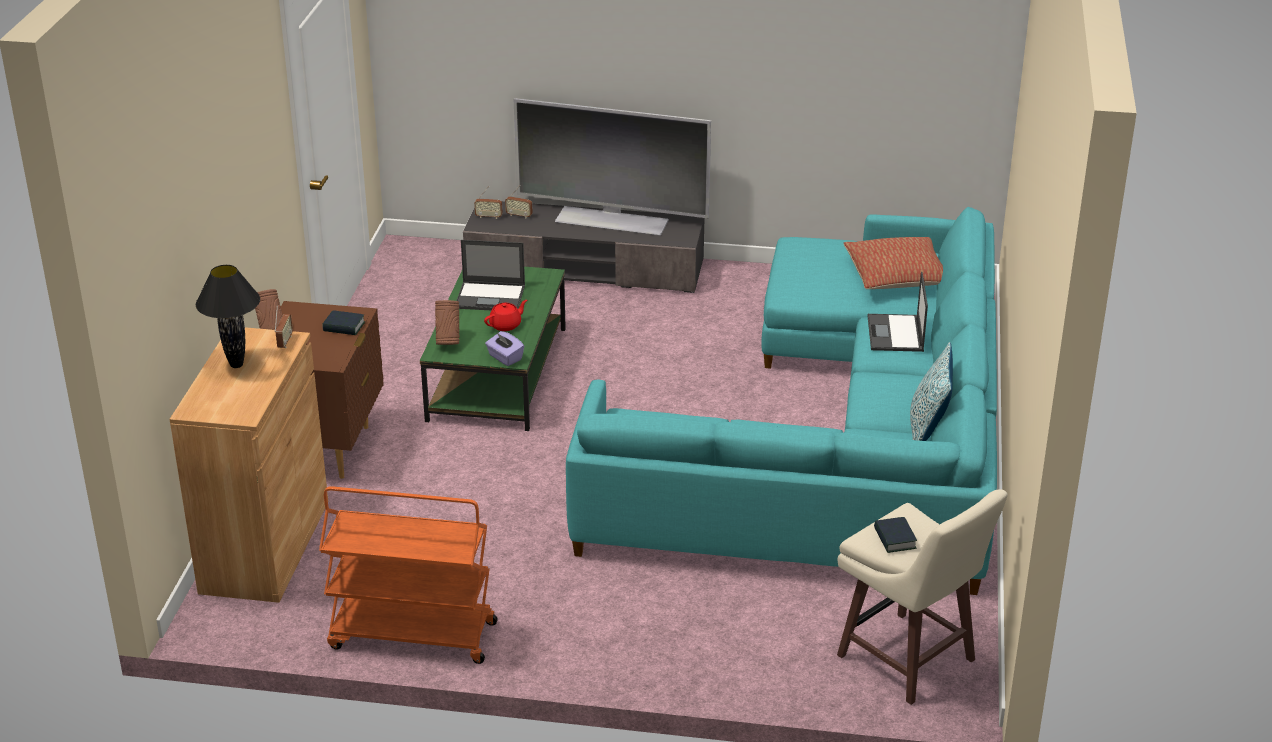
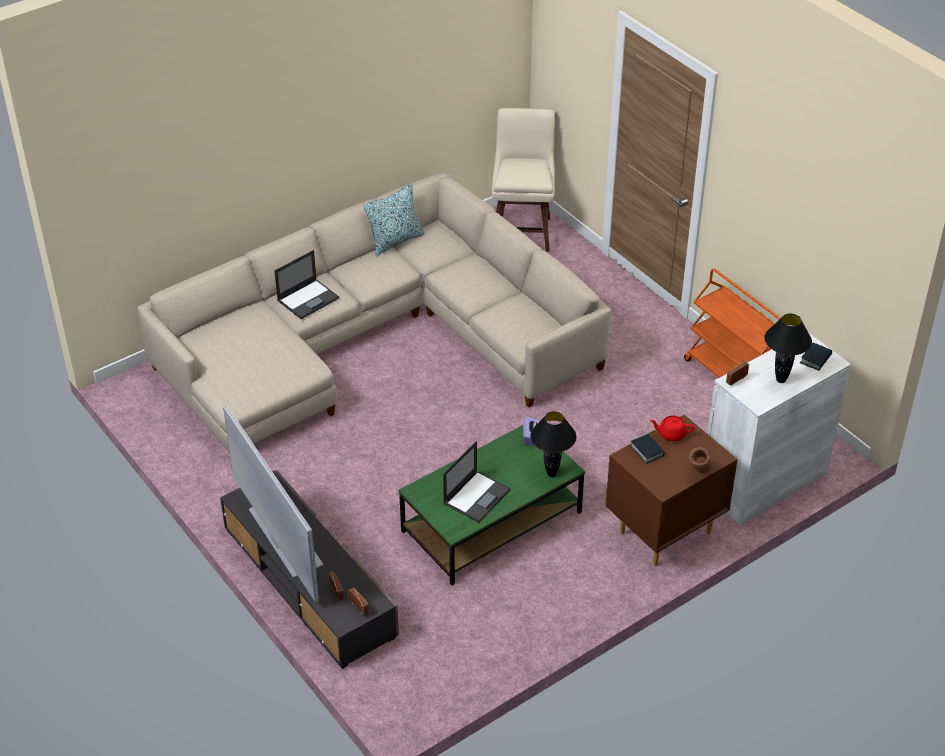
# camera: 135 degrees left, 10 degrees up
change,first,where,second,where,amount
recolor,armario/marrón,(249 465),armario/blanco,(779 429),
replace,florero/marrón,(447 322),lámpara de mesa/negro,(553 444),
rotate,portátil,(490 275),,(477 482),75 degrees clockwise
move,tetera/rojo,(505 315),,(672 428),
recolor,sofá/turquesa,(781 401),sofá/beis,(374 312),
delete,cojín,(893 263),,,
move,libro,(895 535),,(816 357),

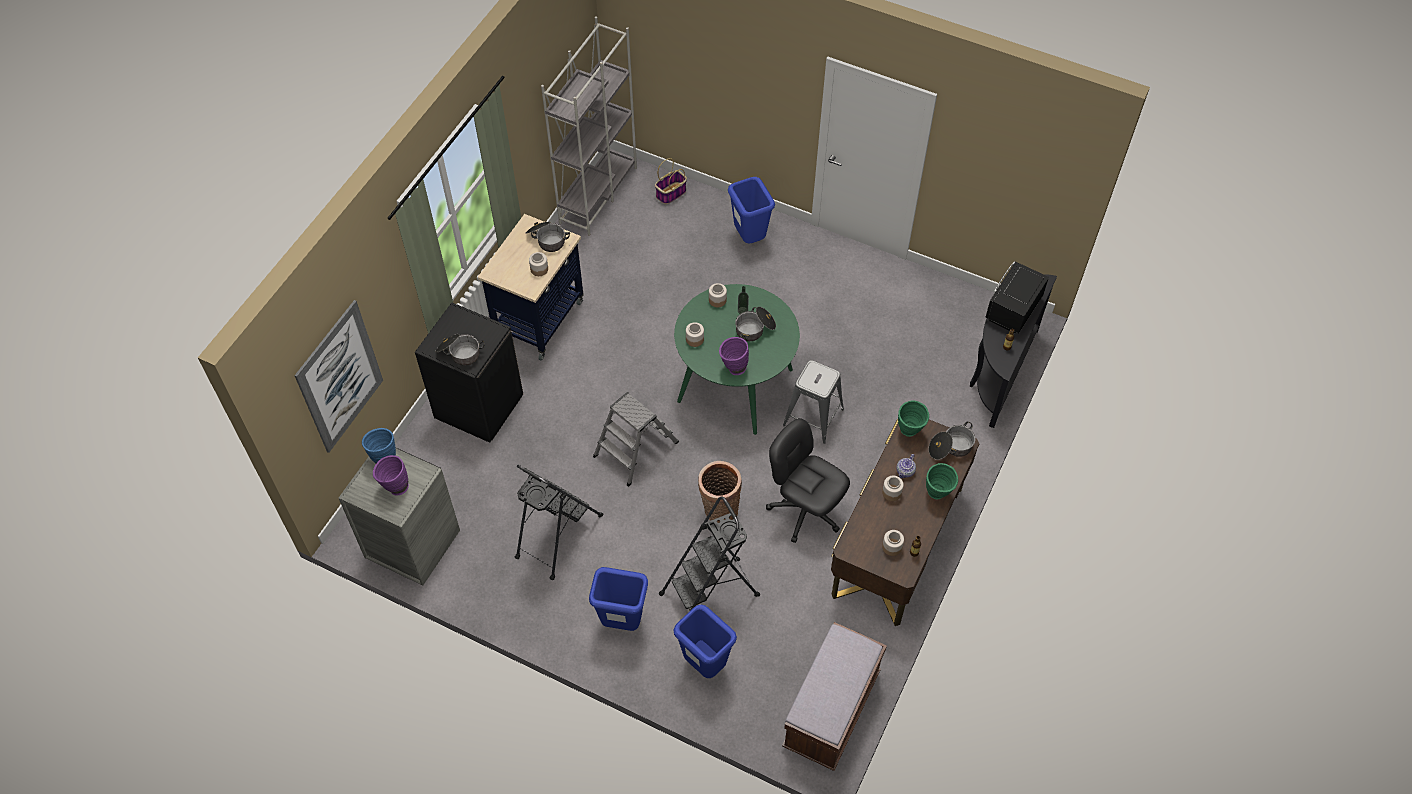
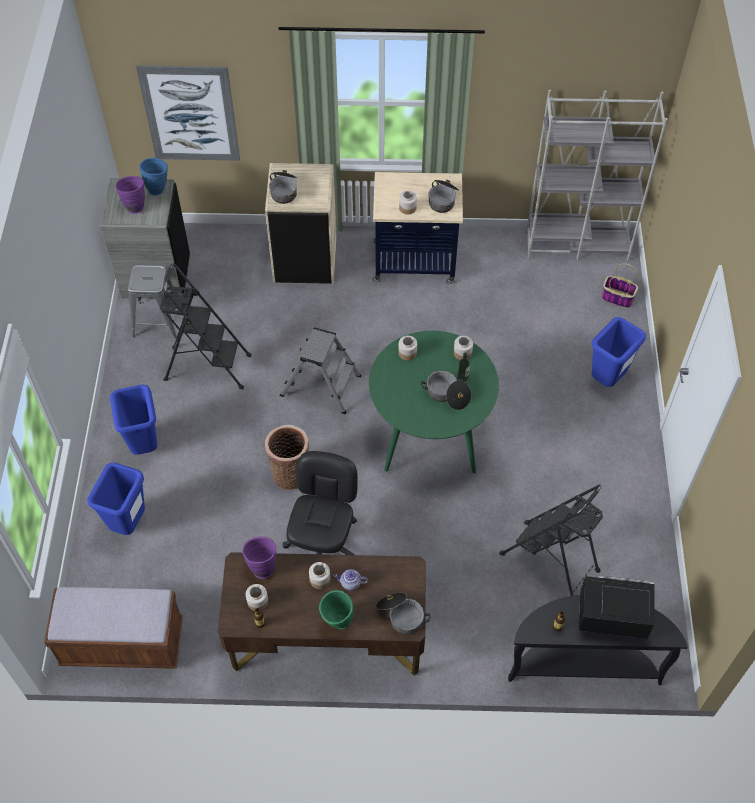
# camera: 65 degrees right, 0 degrees up
change,first,where,second,where,amount
recolor,armario/negro,(469 373),armario/beis,(301 223),
move,escalera de tijera,(709 554),,(551 540),
move,florero/morado,(734 356),,(259 558),
move,taburete/gris,(813 402),,(152 301),
delete,florero/verde,(913 419),,,

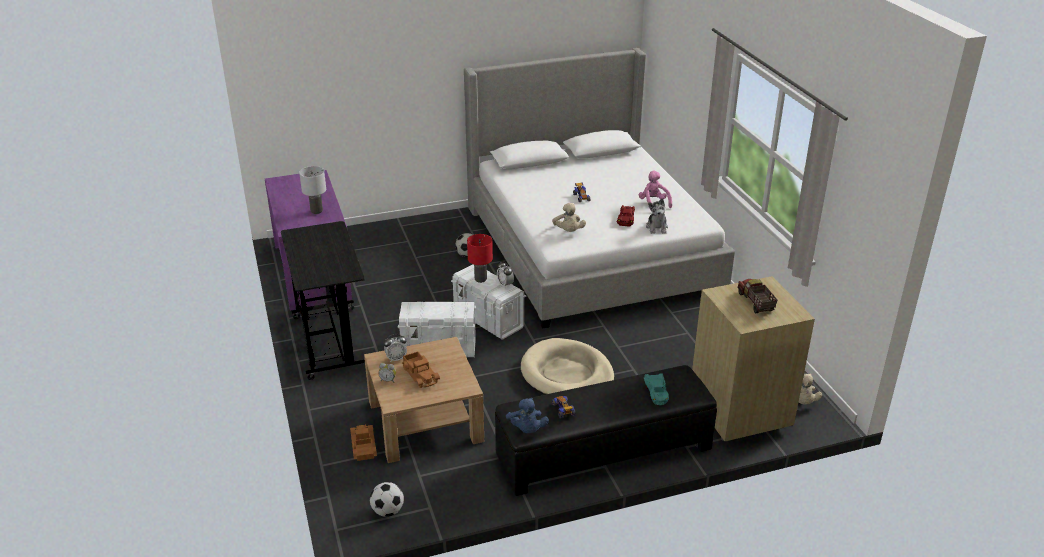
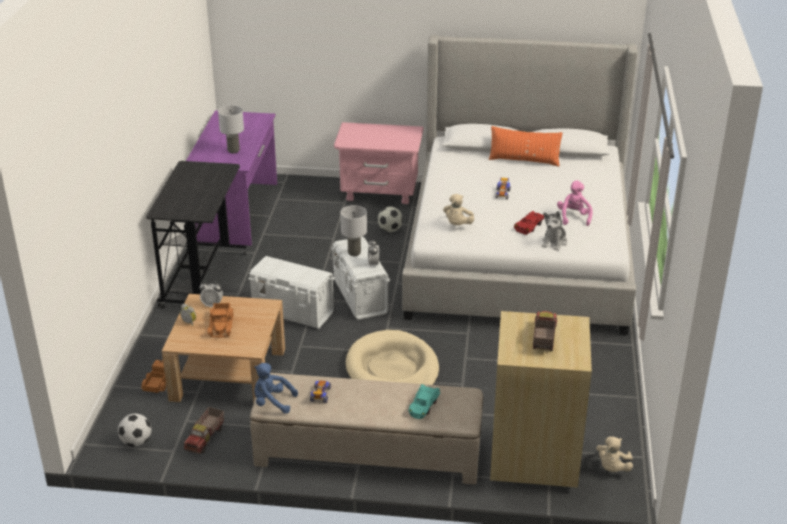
# camera: 25 degrees right, 0 degrees up
change,first,where,second,where,amount
recolor,lámpara de mesa/rojo,(480 258),lámpara de mesa/blanco,(353 230),
recolor,banco/negro,(606 430),banco/beis,(366 429),
rotate,peluche/azul,(527 415),,(276 388),90 degrees clockwise
insert,,,camión de juguete,(204 430),
insert,,,mesita de noche/rosa,(378 163),
insert,,,cojín/naranja,(525 146),

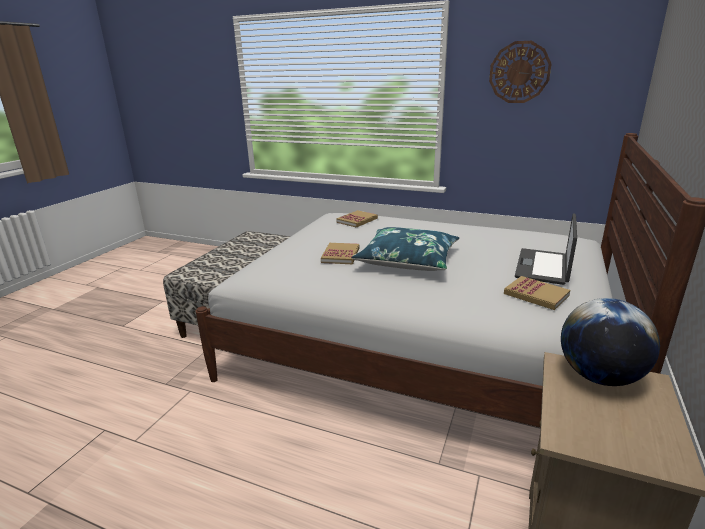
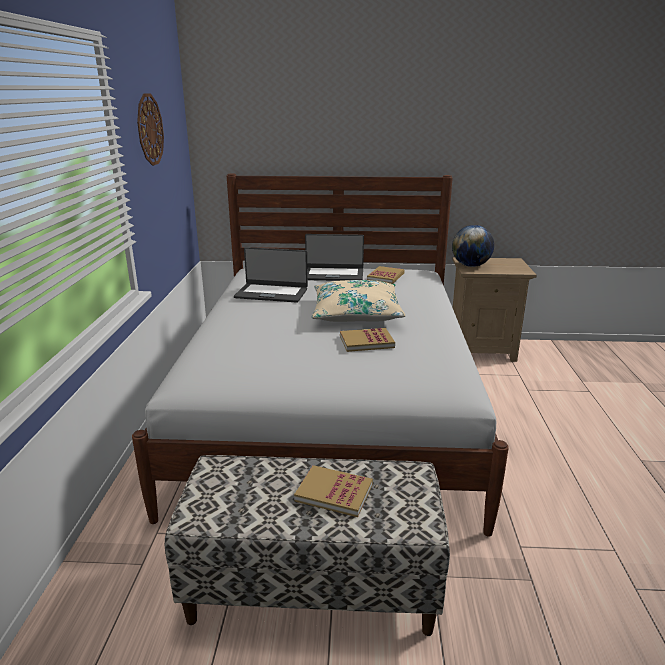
# camera: 110 degrees left, 0 degrees up
change,first,where,second,where,amount
move,libro,(357 219),,(333 491),
recolor,cojín/azul,(405 249),cojín/beis,(358 301),
insert,,,portátil,(271 274),

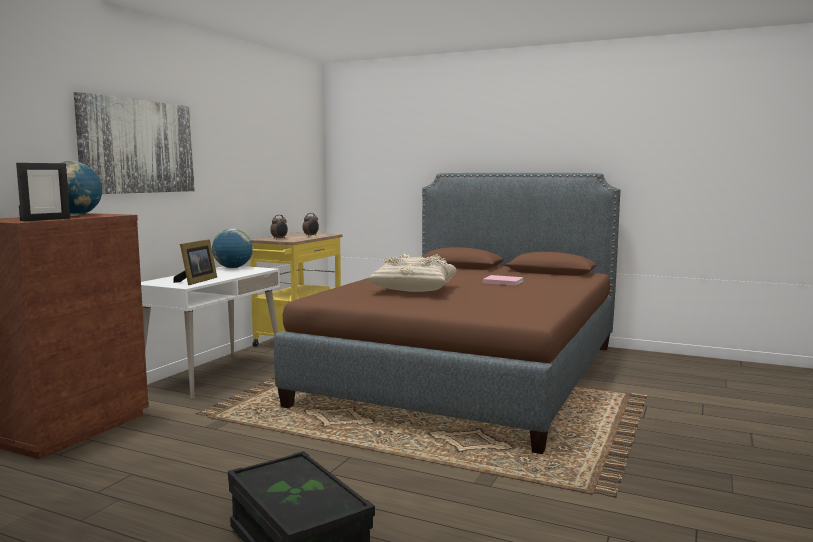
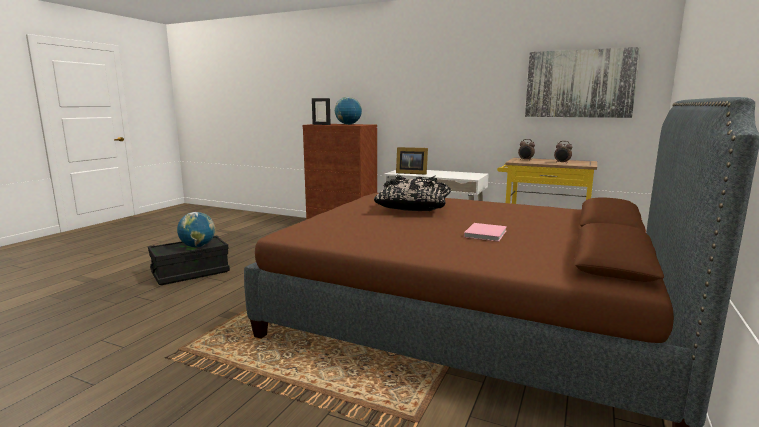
# camera: 90 degrees right, 5 degrees up
change,first,where,second,where,amount
move,cuadro,(134 143),,(583 82),
move,globo terráqueo,(232 248),,(196 229),
recolor,cojín/beis,(413 272),cojín/negro,(412 193),

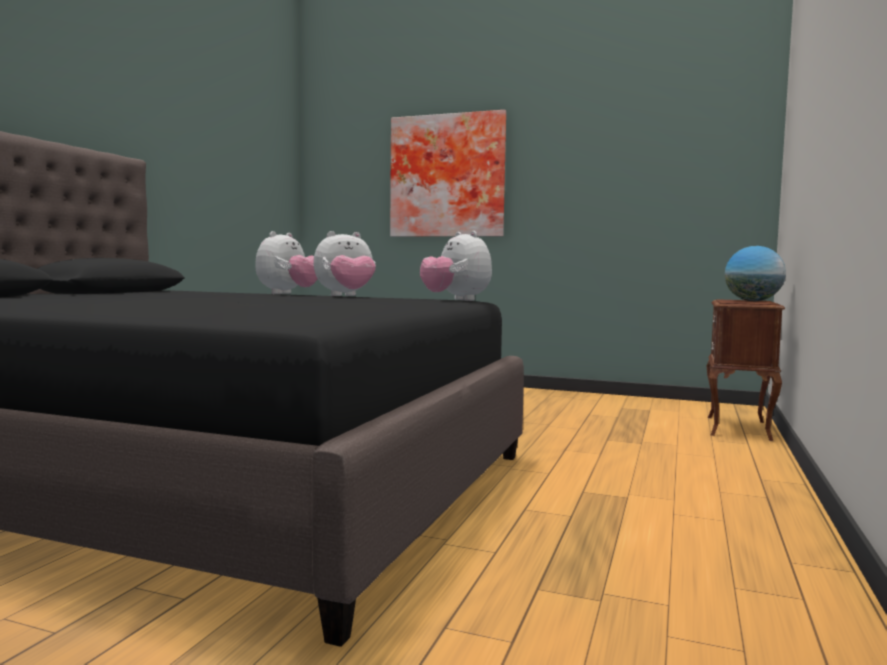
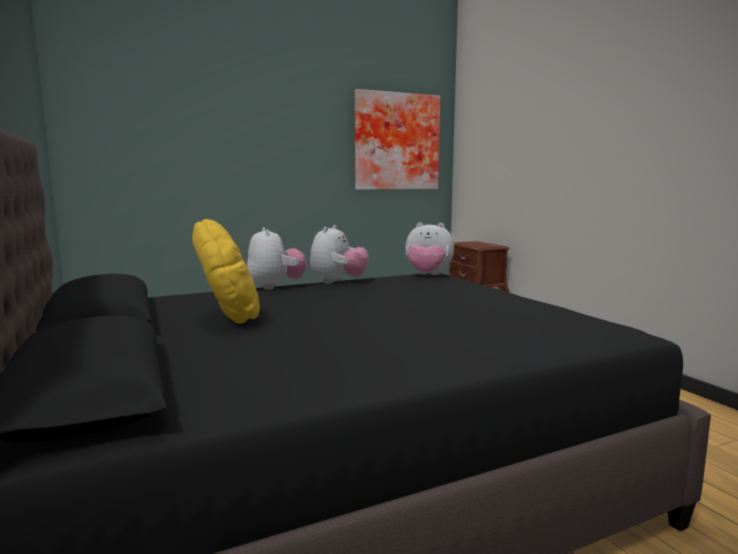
# camera: 45 degrees left, 5 degrees up
change,first,where,second,where,amount
move,cuadro,(448 173),,(397 139),
delete,globo terráqueo,(755 273),,,
insert,,,cojín/amarillo,(226 271),

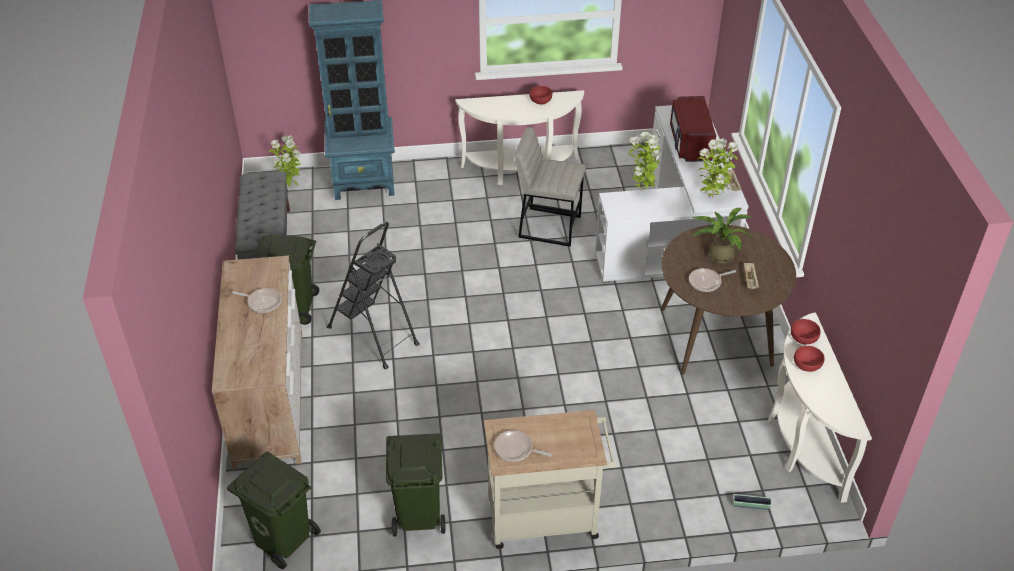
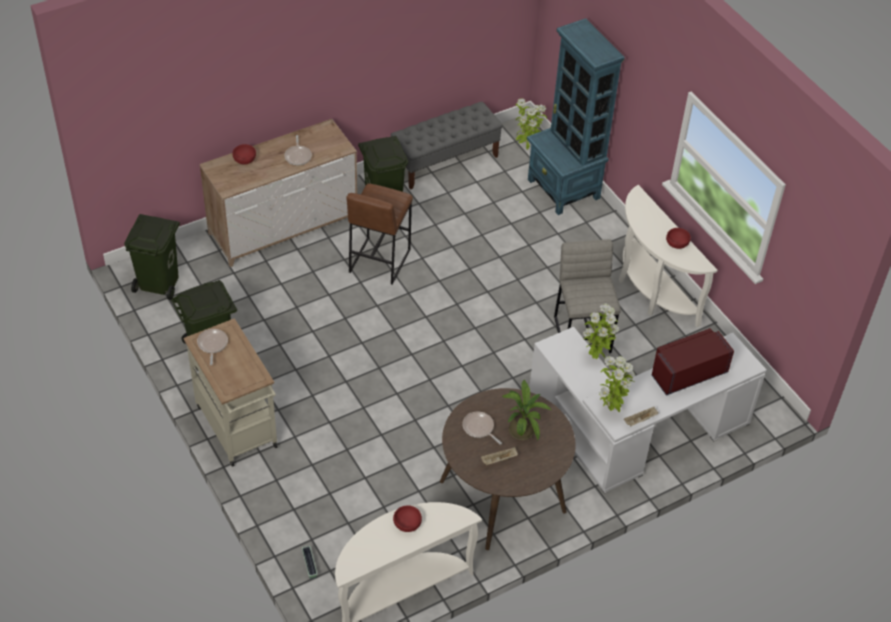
# camera: 65 degrees right, 5 degrees up
change,first,where,second,where,amount
replace,escalera de tijera,(373 295),taburete/marrón,(379 234),
move,cuenco/rojo,(806 331),,(244 154),

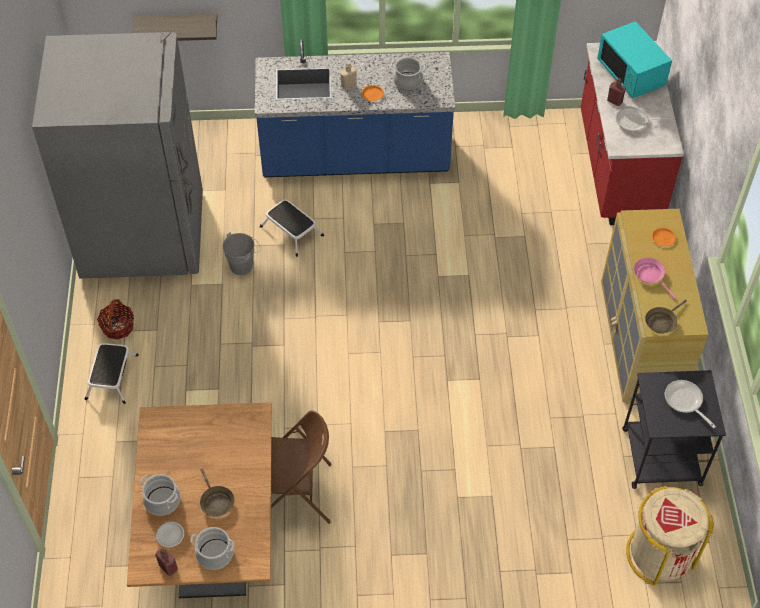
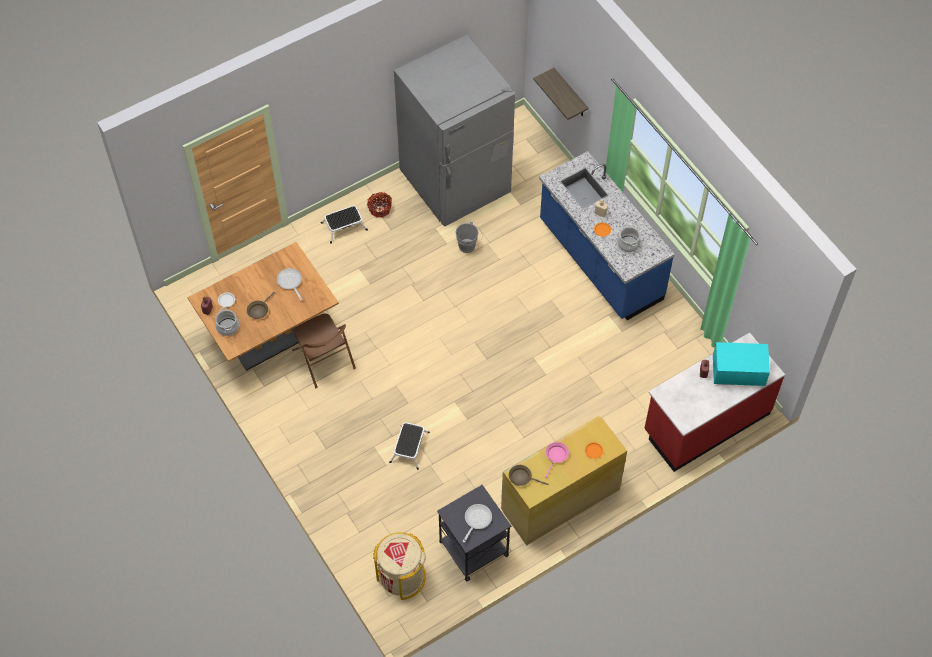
# camera: 60 degrees right, 5 degrees up
change,first,where,second,where,amount
delete,olla,(160 495),,,
move,escalera de tijera/negro,(292 228),,(409 446),
rotate,microondas/turquesa,(634 60),,(741 364),60 degrees clockwise
move,sartén,(644 119),,(289 284),

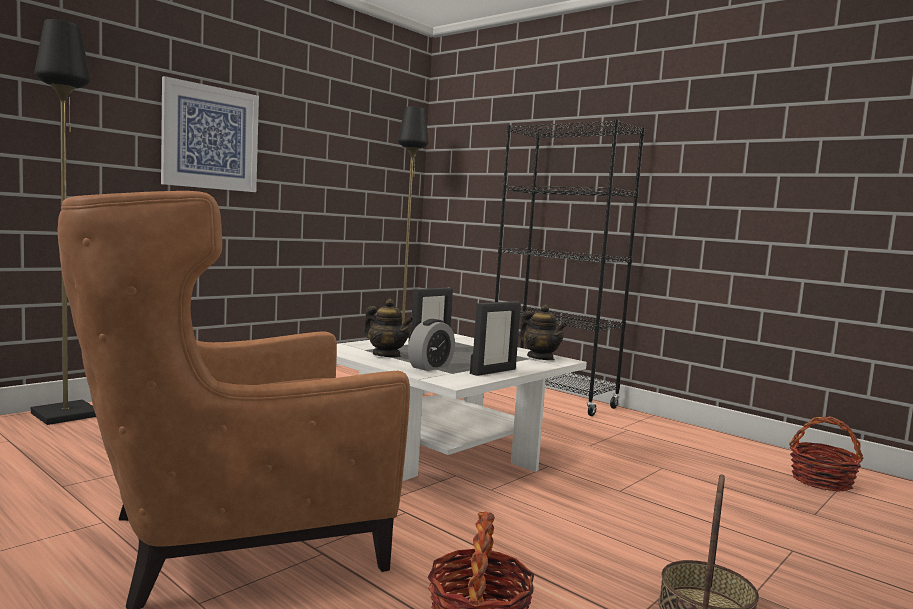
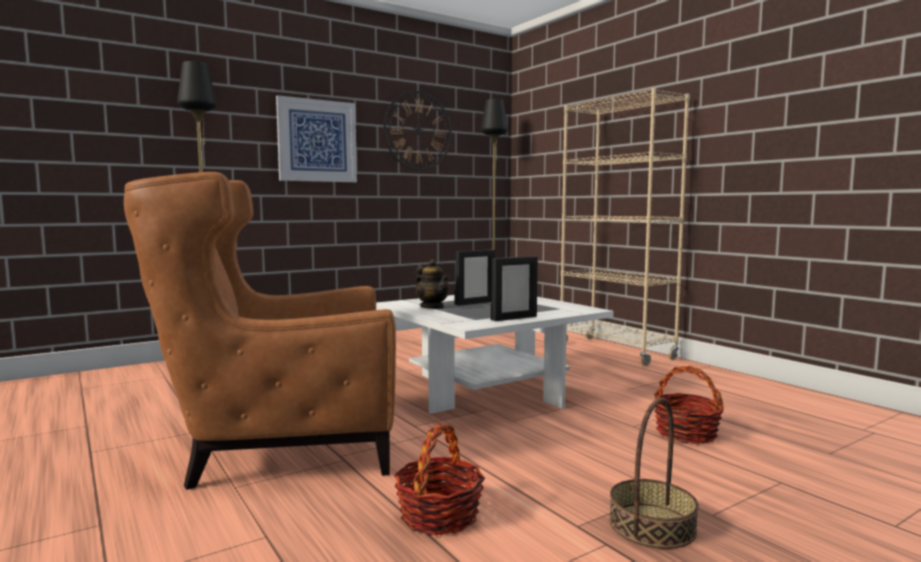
# camera: 15 degrees right, 0 degrees up
change,first,where,second,where,amount
delete,despertador,(431 345),,,
recolor,estantería/negro,(570 267),estantería/beis,(625 227),
delete,tetera,(543 332),,,
move,cesta,(826 454),,(689 405),
insert,,,reloj de pared,(417 131),

